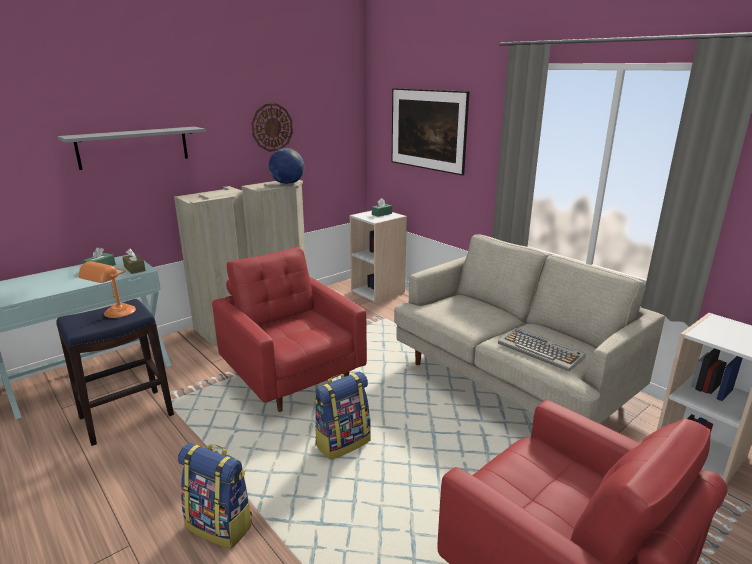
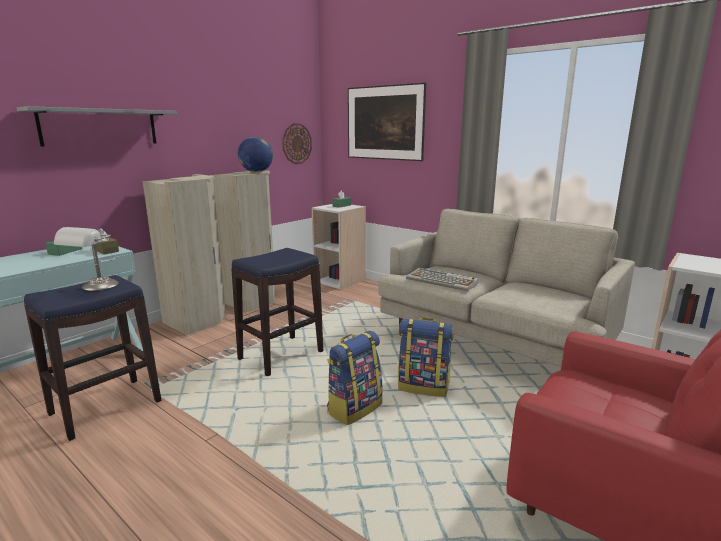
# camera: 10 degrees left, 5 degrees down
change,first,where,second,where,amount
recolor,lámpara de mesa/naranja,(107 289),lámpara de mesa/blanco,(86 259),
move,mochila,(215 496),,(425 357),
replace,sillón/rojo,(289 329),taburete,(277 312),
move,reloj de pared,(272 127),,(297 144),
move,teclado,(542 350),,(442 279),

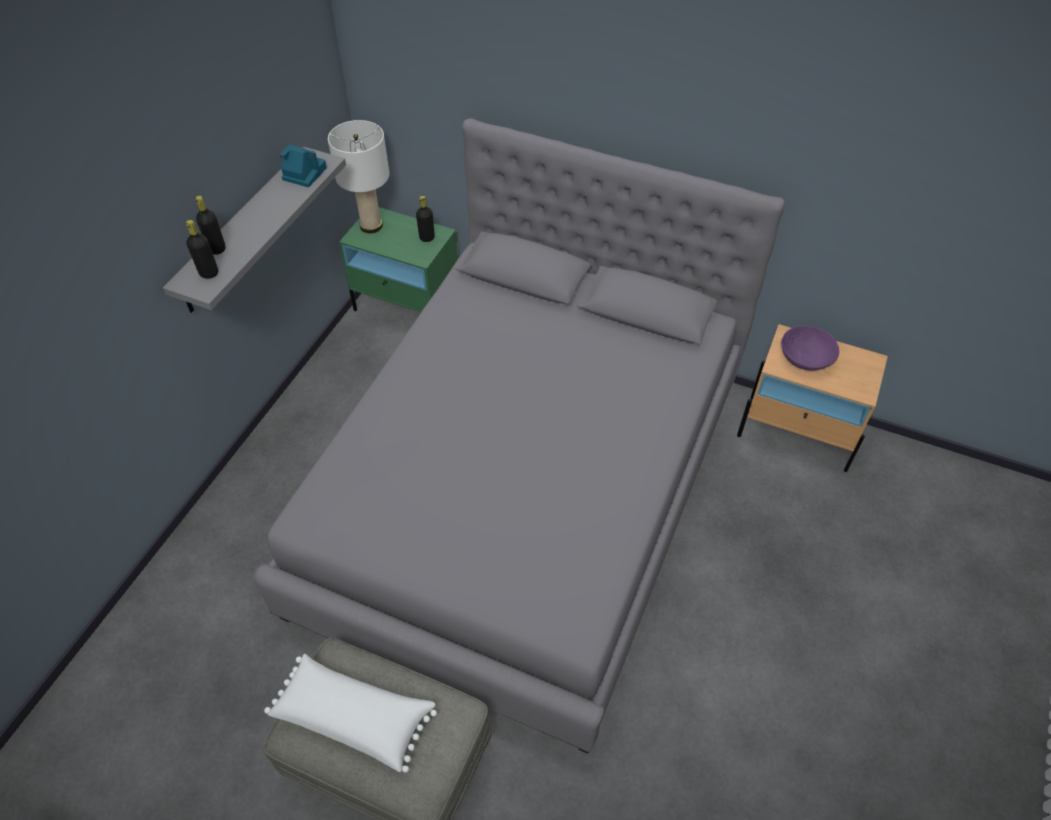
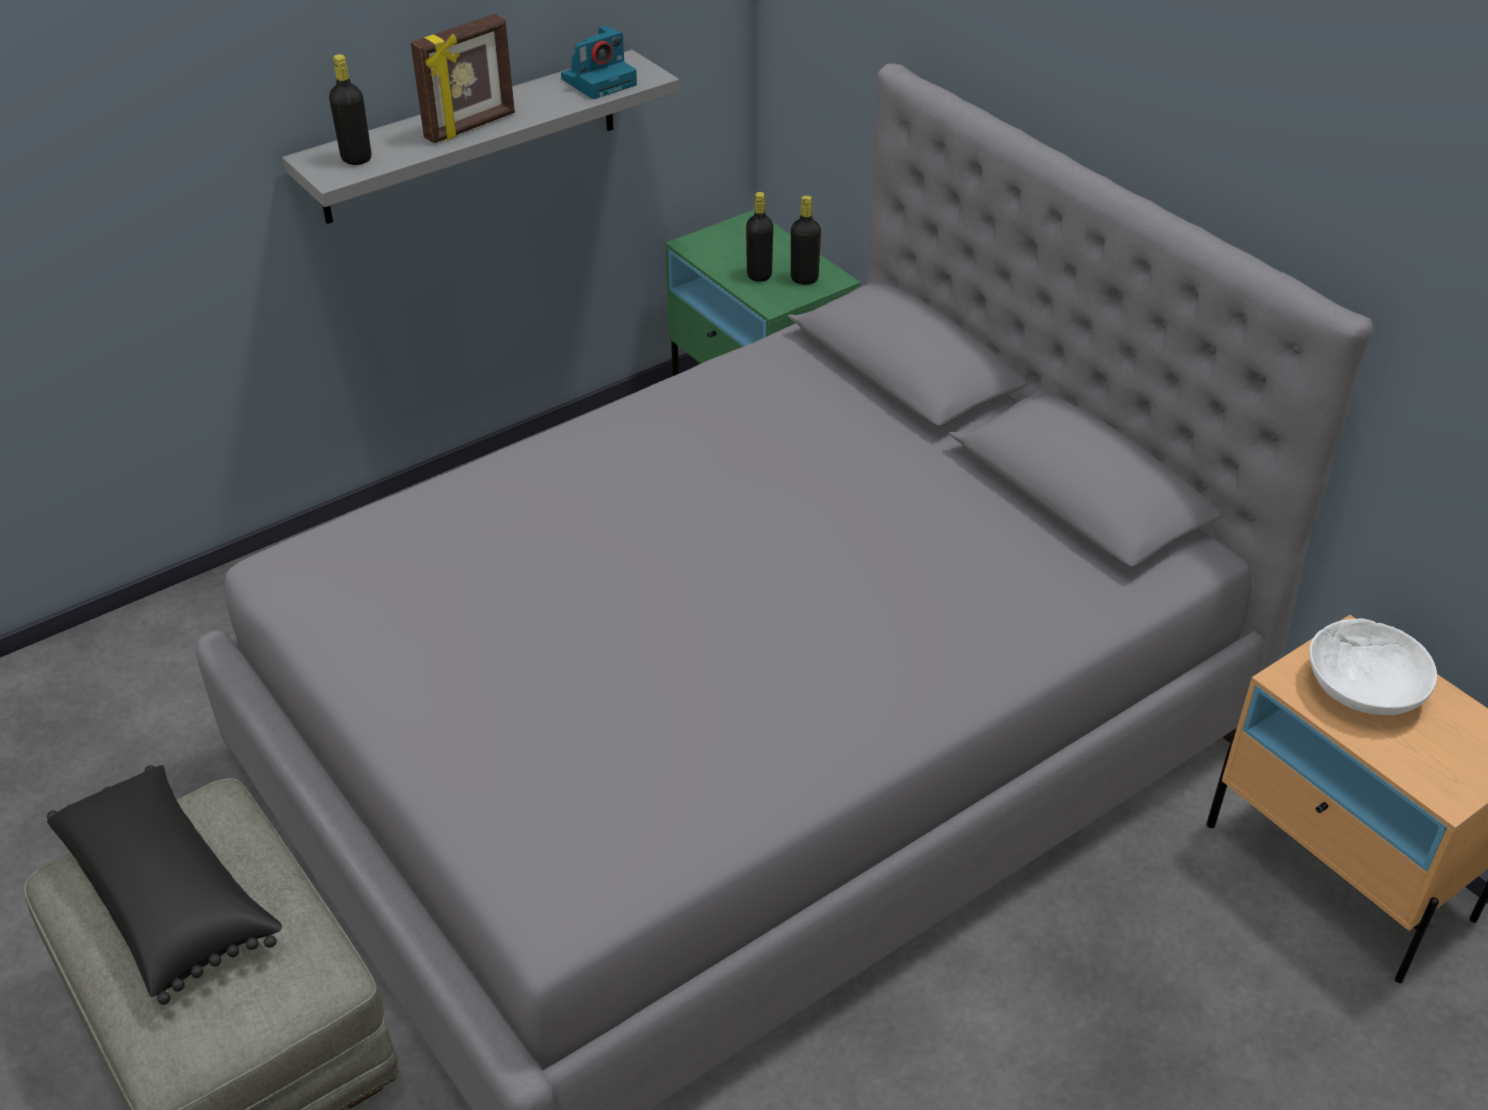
# camera: 30 degrees right, 10 degrees down
change,first,where,second,where,amount
move,botella/negro,(210 225),,(759 237),
recolor,cojín/blanco,(350 713),cojín/negro,(164 885),
rotate,cámara,(303 166),,(599 62),90 degrees clockwise
delete,lámpara de mesa/blanco,(358 176),,,
recolor,cuenco/morado,(810 348),cuenco/blanco,(1373 667),
insert,,,portarretratos,(463 78),

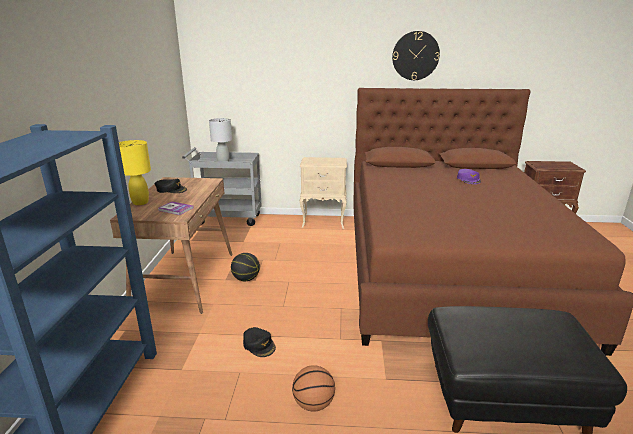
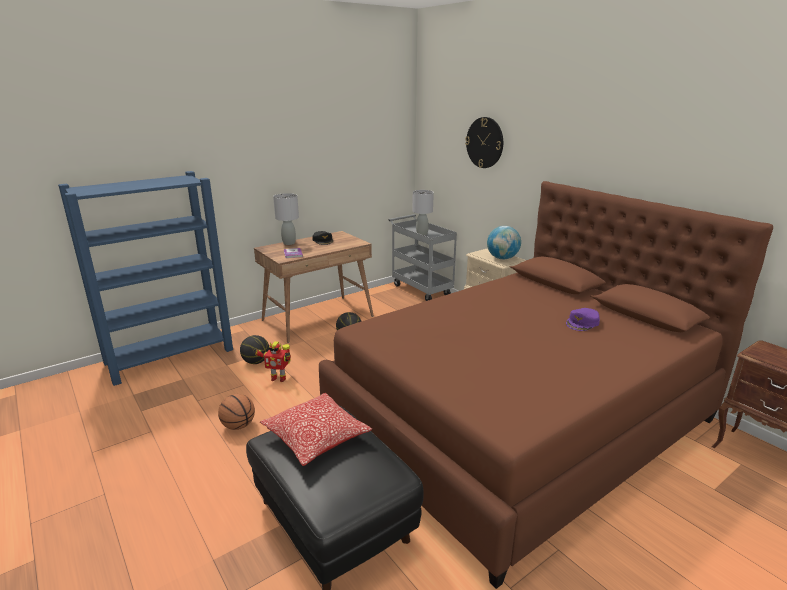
# camera: 50 degrees right, 0 degrees up
change,first,where,second,where,amount
recolor,lámpara de mesa/amarillo,(135 172),lámpara de mesa/gris,(286 219),
replace,gorra/negro,(259 342),robot de juguete,(271 361),
move,reloj de pared,(416 55),,(484 142),
insert,,,balón de baloncesto,(254 349),
insert,,,cojín,(316 429),
insert,,,globo terráqueo,(504 242),

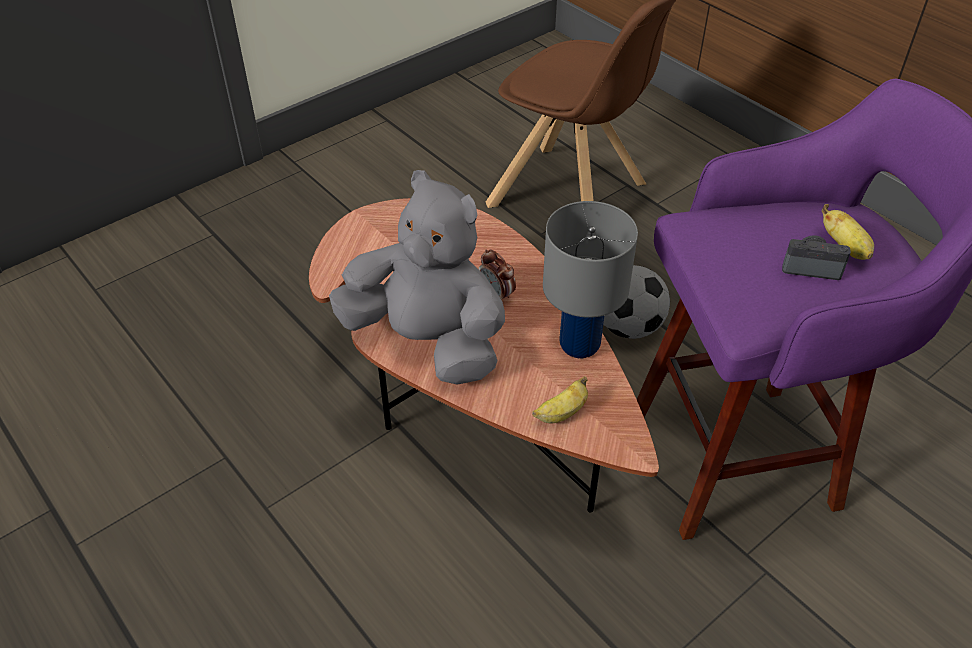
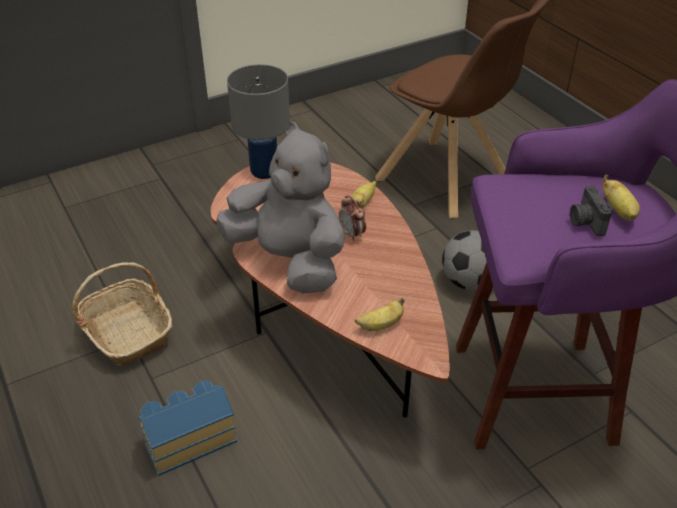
# camera: 10 degrees right, 5 degrees down
change,first,where,second,where,amount
move,lámpara de mesa/gris,(590 280),,(258 121),
rotate,cámara,(816 257),,(591 210),120 degrees counterclockwise
insert,,,cesta,(122 314),
insert,,,casita,(187 428),
insert,,,plátano,(363 194),

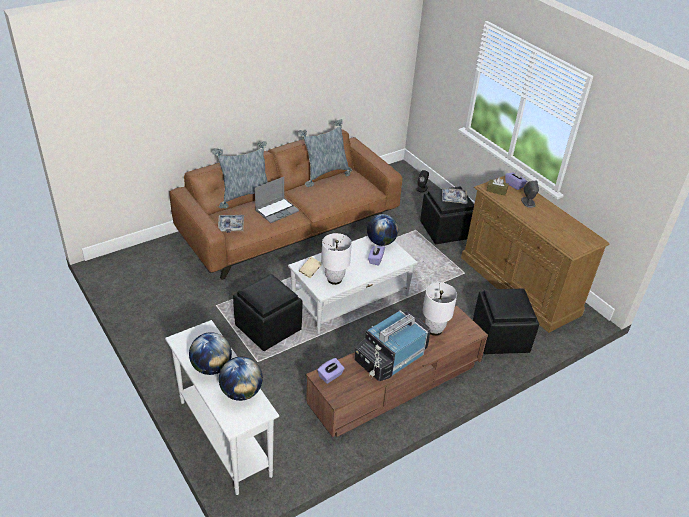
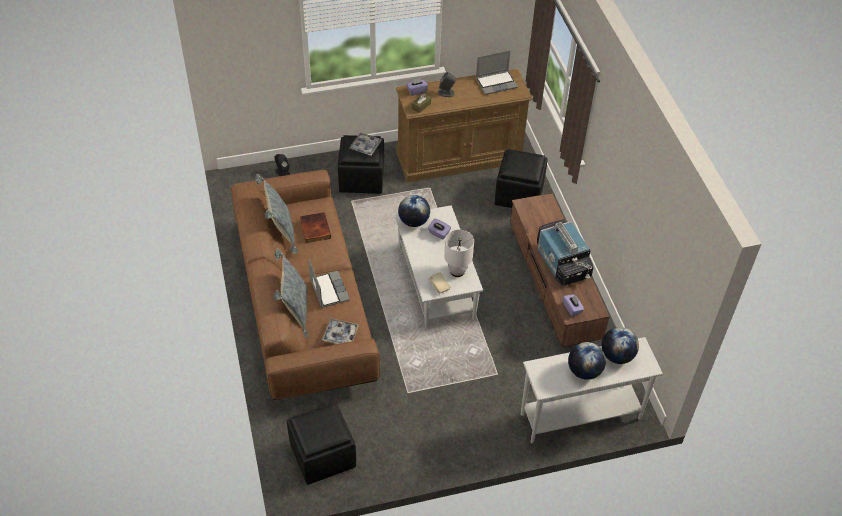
# camera: 70 degrees left, 10 degrees up
change,first,where,second,where,amount
move,puf/negro,(268 312),,(321 444),
delete,lámpara de mesa/blanco,(440 309),,,
insert,,,libro,(315 227),
insert,,,portátil,(497 72),

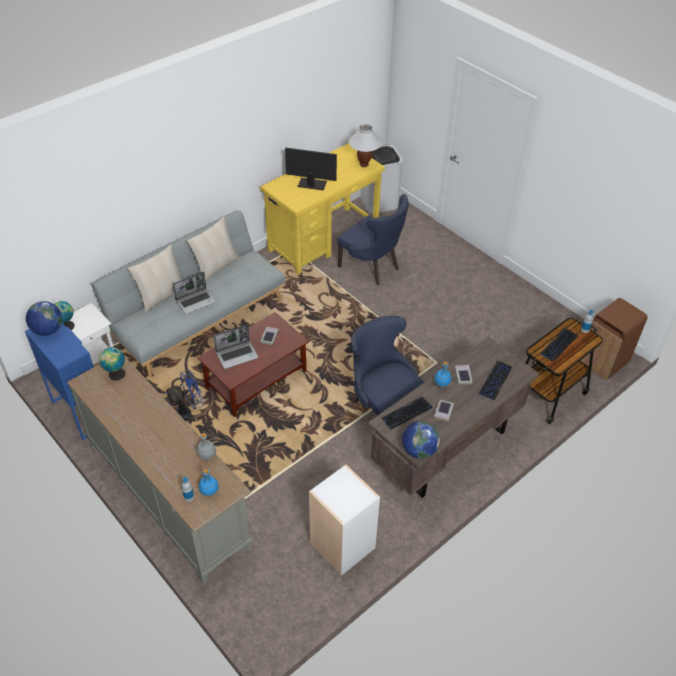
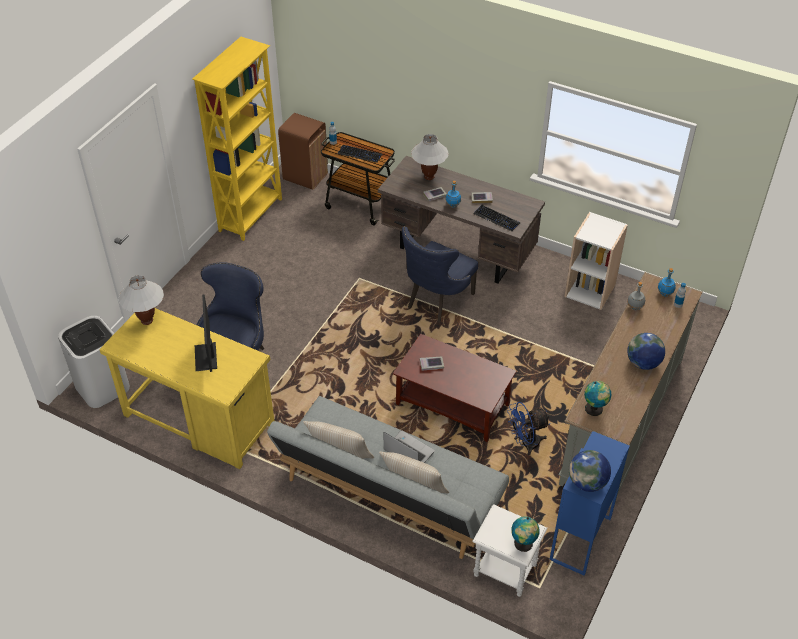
# camera: 110 degrees left, 0 degrees up
change,first,where,second,where,amount
rotate,ventilador/azul,(184 396),,(528 428),60 degrees counterclockwise
delete,portátil,(236 346),,,
move,globo terráqueo,(421 440),,(646 351),
replace,teclado,(495 381),lámpara de mesa/blanco,(430 157),
insert,,,estantería/amarillo,(237 139),

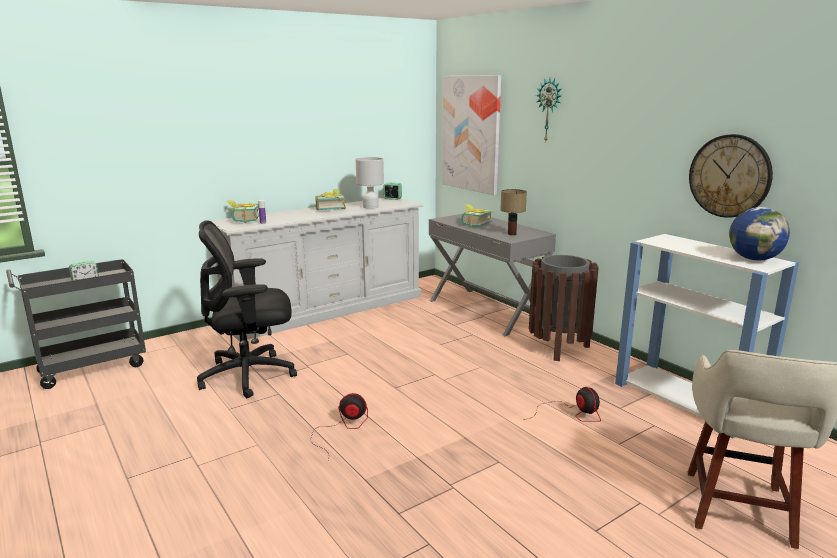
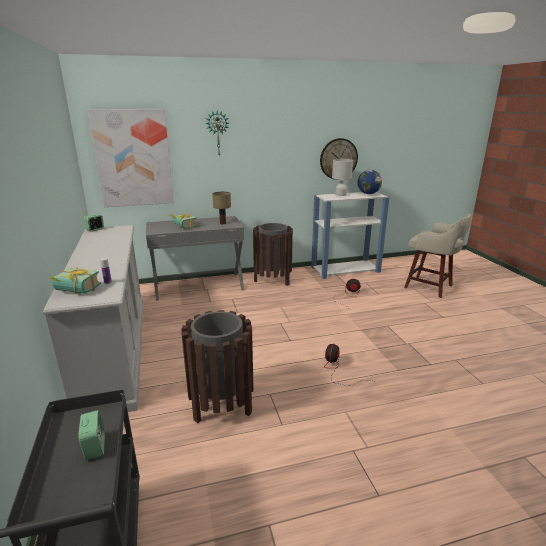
# camera: 70 degrees left, 5 degrees up
change,first,where,second,where,amount
replace,silla de oficina/negro,(247 309),papelera/marrón,(217 366),
delete,libro,(331 199),,,
move,lámpara de mesa/gris,(370 183),,(342 177),

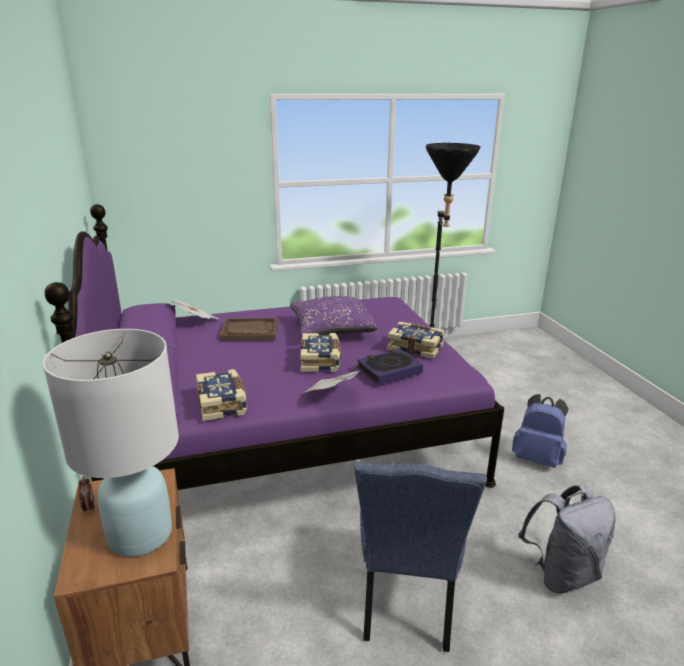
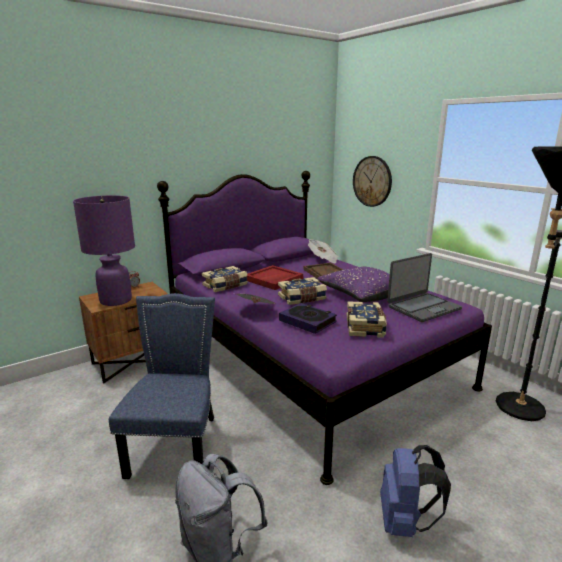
# camera: 70 degrees right, 5 degrees down
change,first,where,second,where,amount
recolor,lámpara de mesa/blanco,(111 443),lámpara de mesa/morado,(104 250),
rotate,silla/azul,(420 557),,(162 386),105 degrees clockwise
insert,,,bandeja/rojo,(275 277),
insert,,,reloj de pared,(372 181),
insert,,,portátil,(424 287),

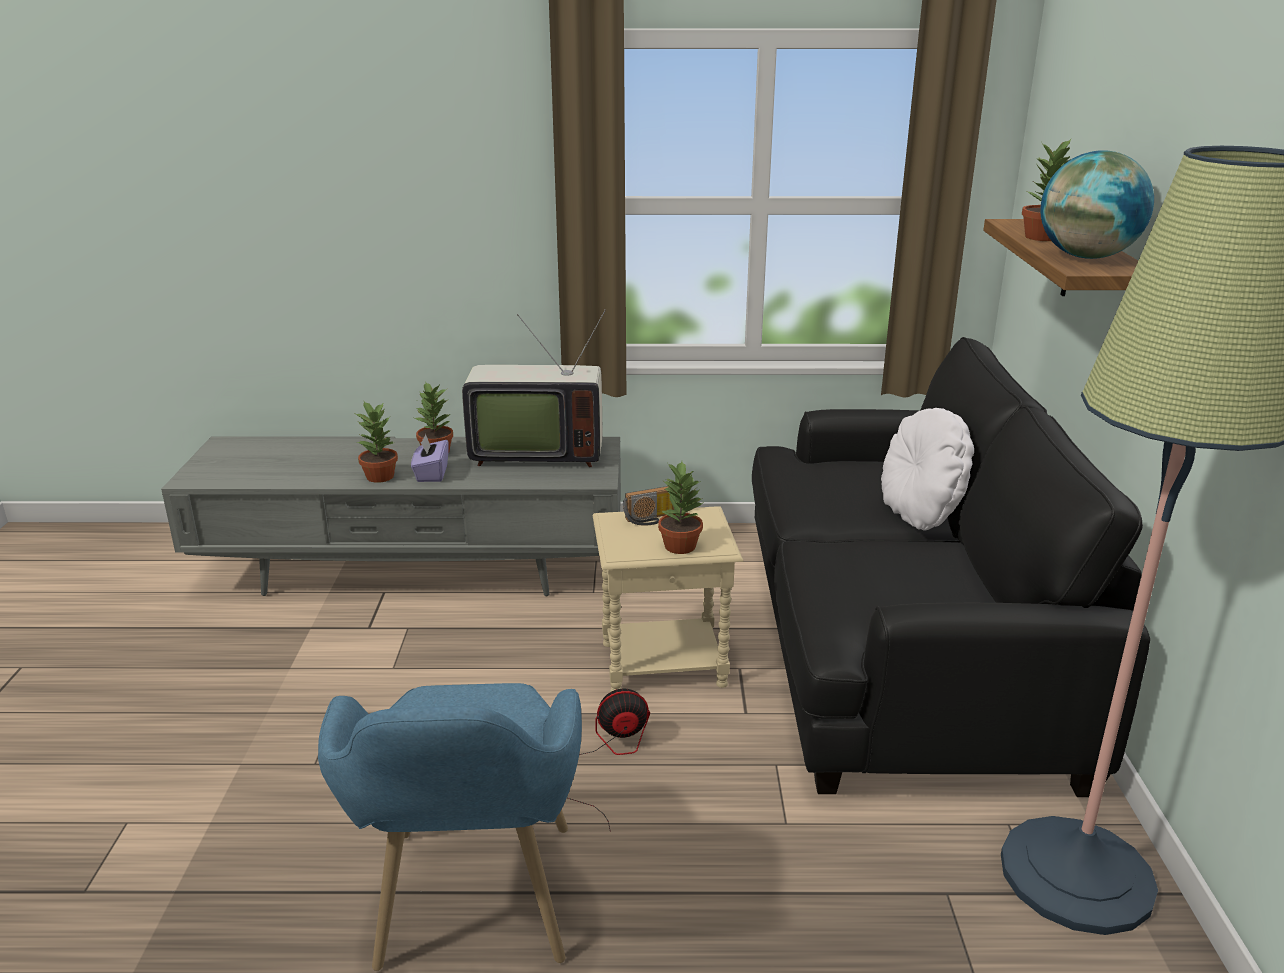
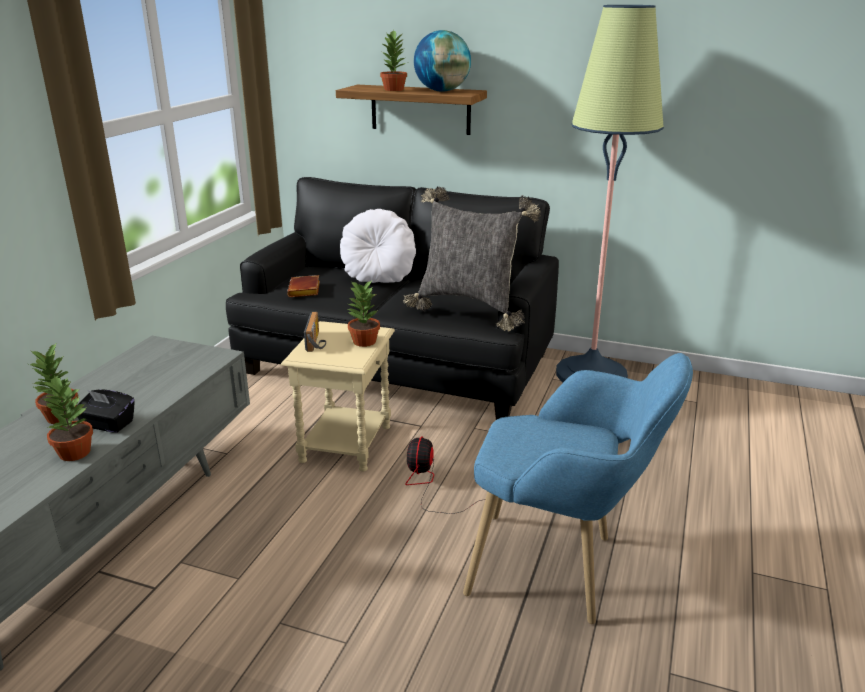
# camera: 70 degrees left, 0 degrees up
change,first,where,second,where,amount
recolor,caja de pañuelos/morado,(430 458),caja de pañuelos/negro,(106 411),
delete,televisor,(534 388),,,
insert,,,libro/marrón,(303 286),
insert,,,cojín,(472 259),

